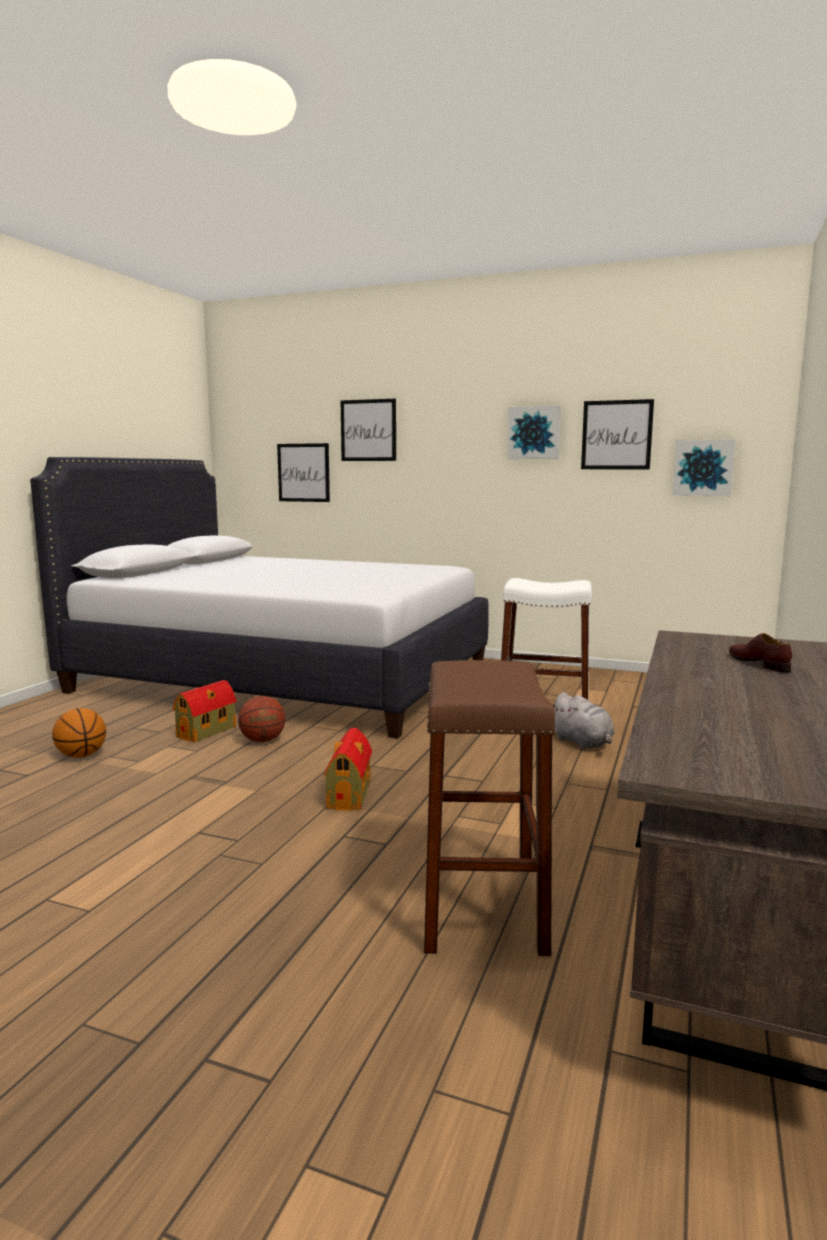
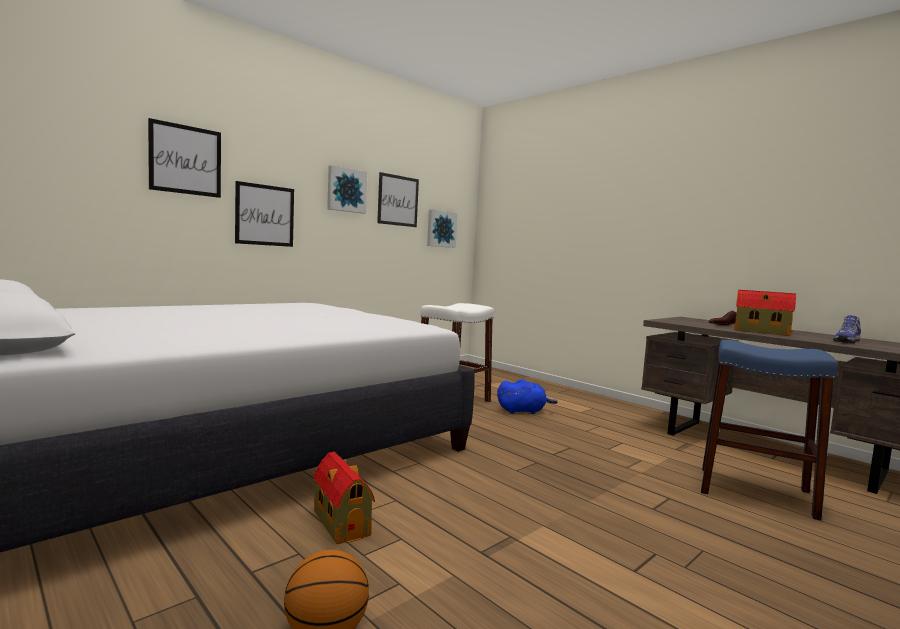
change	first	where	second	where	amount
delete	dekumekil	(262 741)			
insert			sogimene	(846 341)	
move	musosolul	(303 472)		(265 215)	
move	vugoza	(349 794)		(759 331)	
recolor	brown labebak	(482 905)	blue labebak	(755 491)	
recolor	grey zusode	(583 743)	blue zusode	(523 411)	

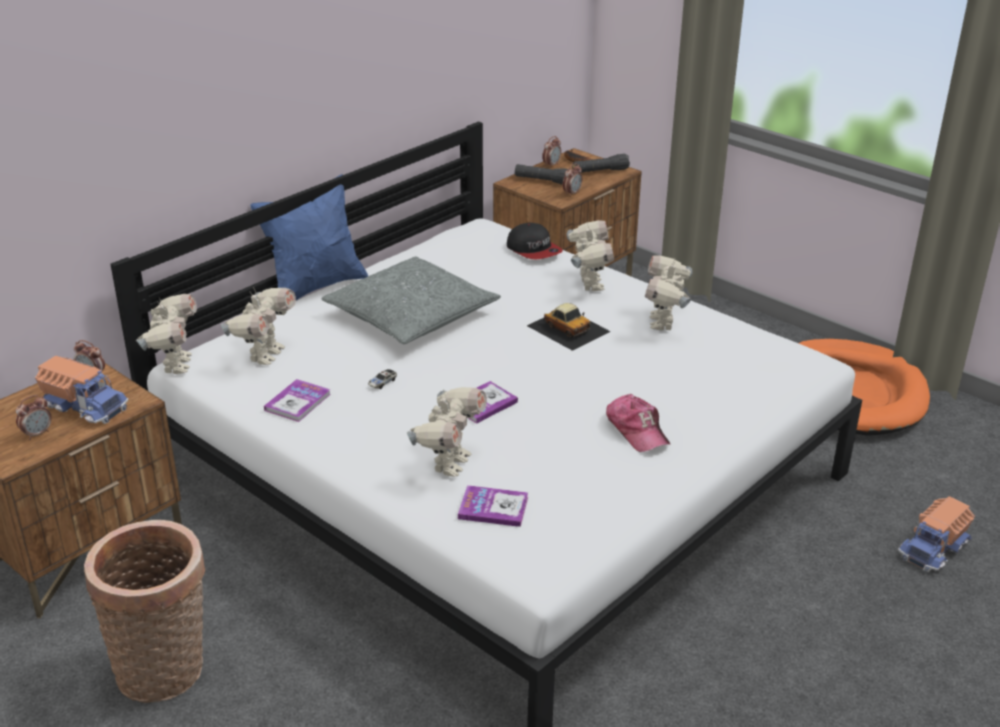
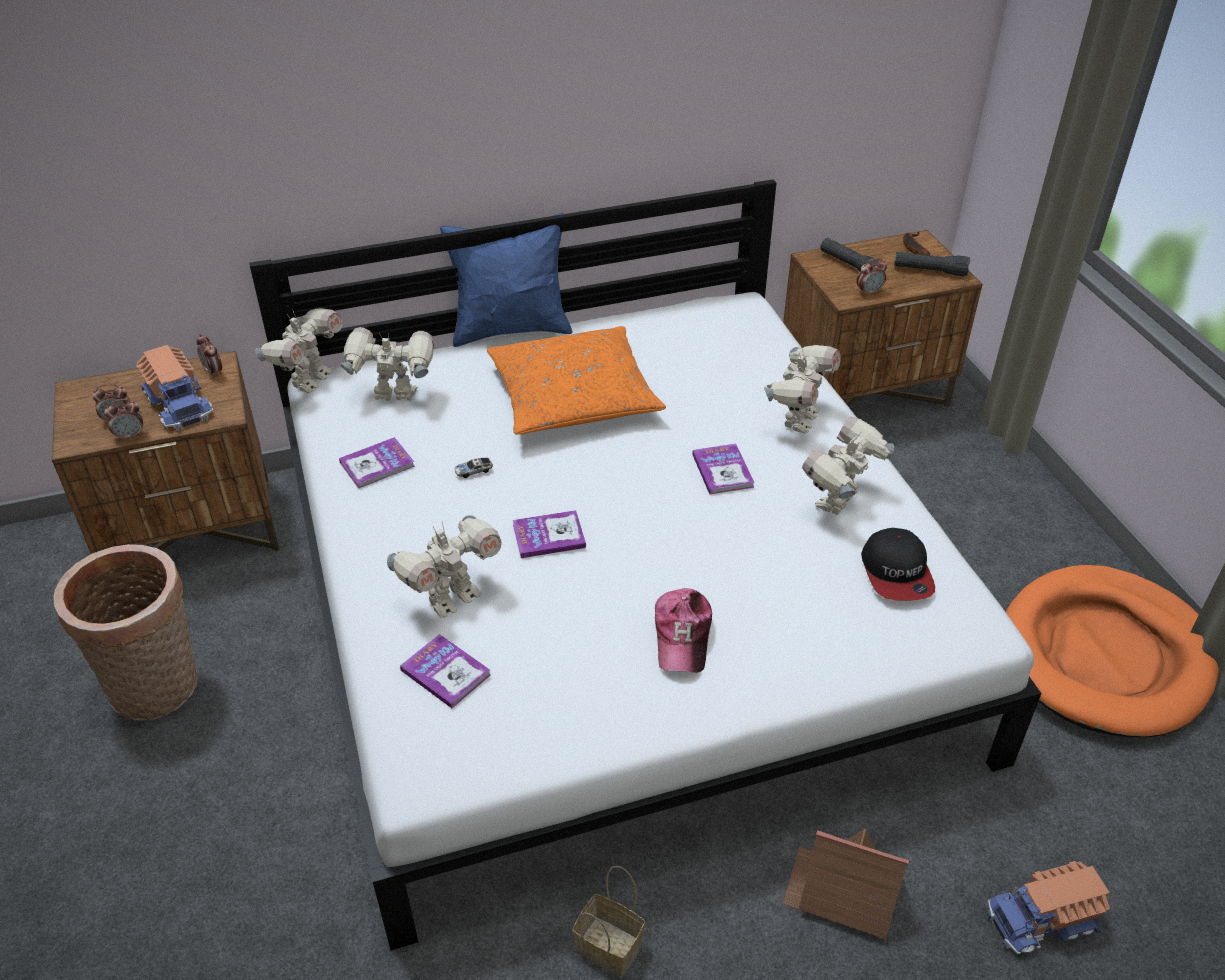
change	first	where	second	where	amount
insert			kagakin	(606 946)	
insert			vugoza	(842 892)	
move	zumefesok	(534 250)		(897 573)	
move	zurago	(551 165)		(130 436)	
replace	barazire	(568 328)	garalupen	(722 470)	
recolor	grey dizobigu	(411 315)	orange dizobigu	(573 396)	
rotate	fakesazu	(264 355)		(395 397)	135 degrees counterclockwise

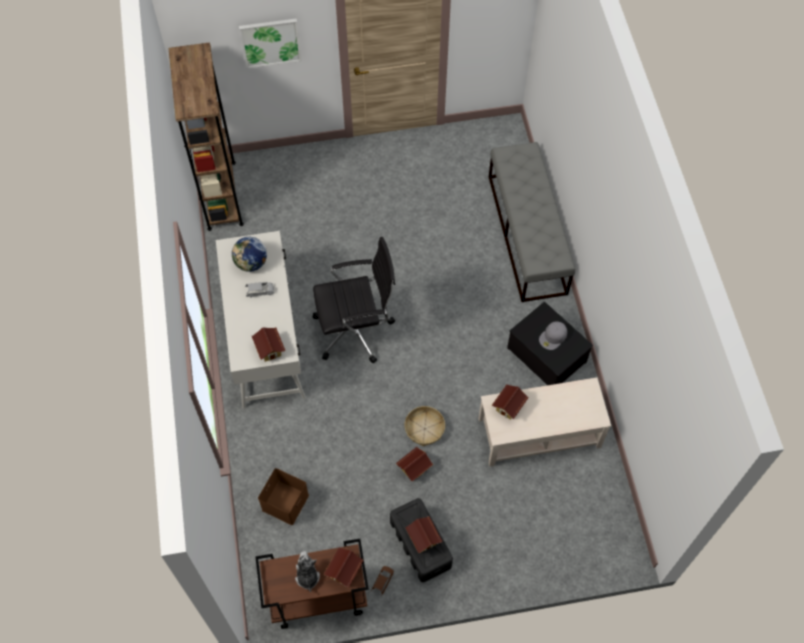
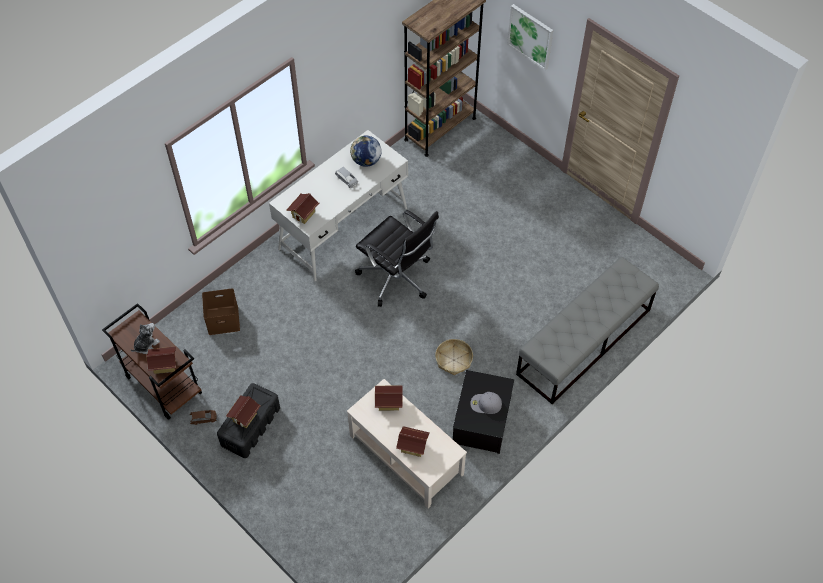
change	first	where	second	where	amount
move	vugoza	(414 469)		(412 446)	
move	kagakin	(424 429)		(453 360)	

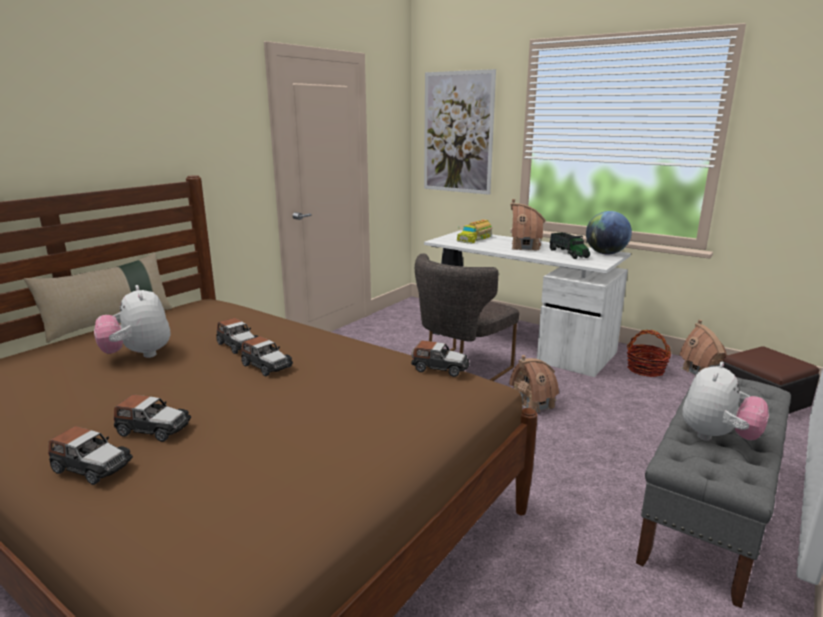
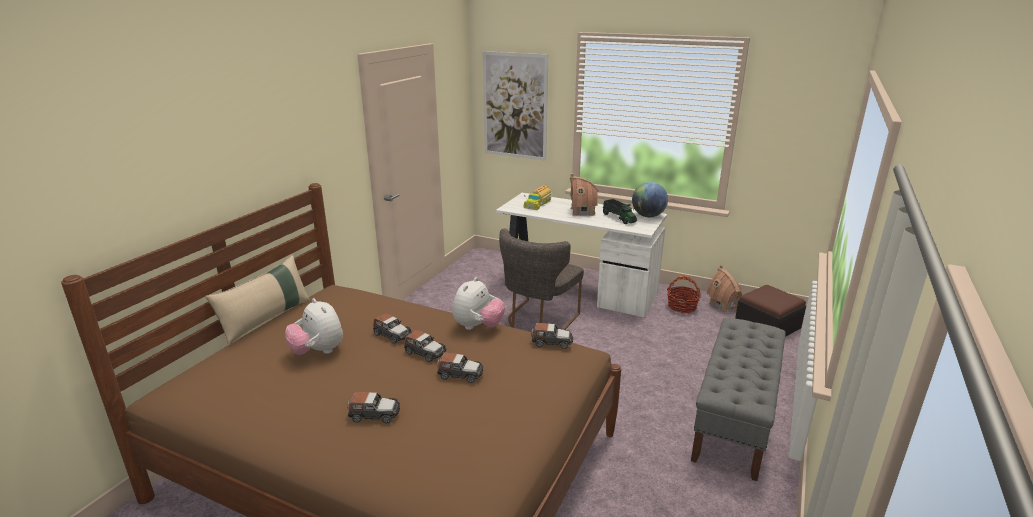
change	first	where	second	where	amount
delete	vugoza	(533 404)			
move	barazire	(92 467)		(460 374)	
move	zusode	(717 437)		(478 327)	

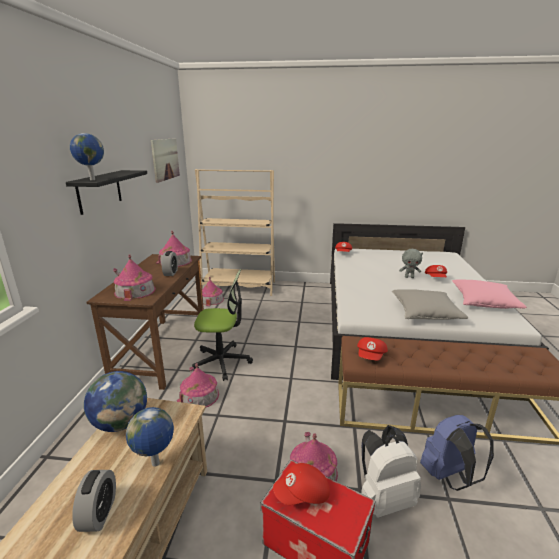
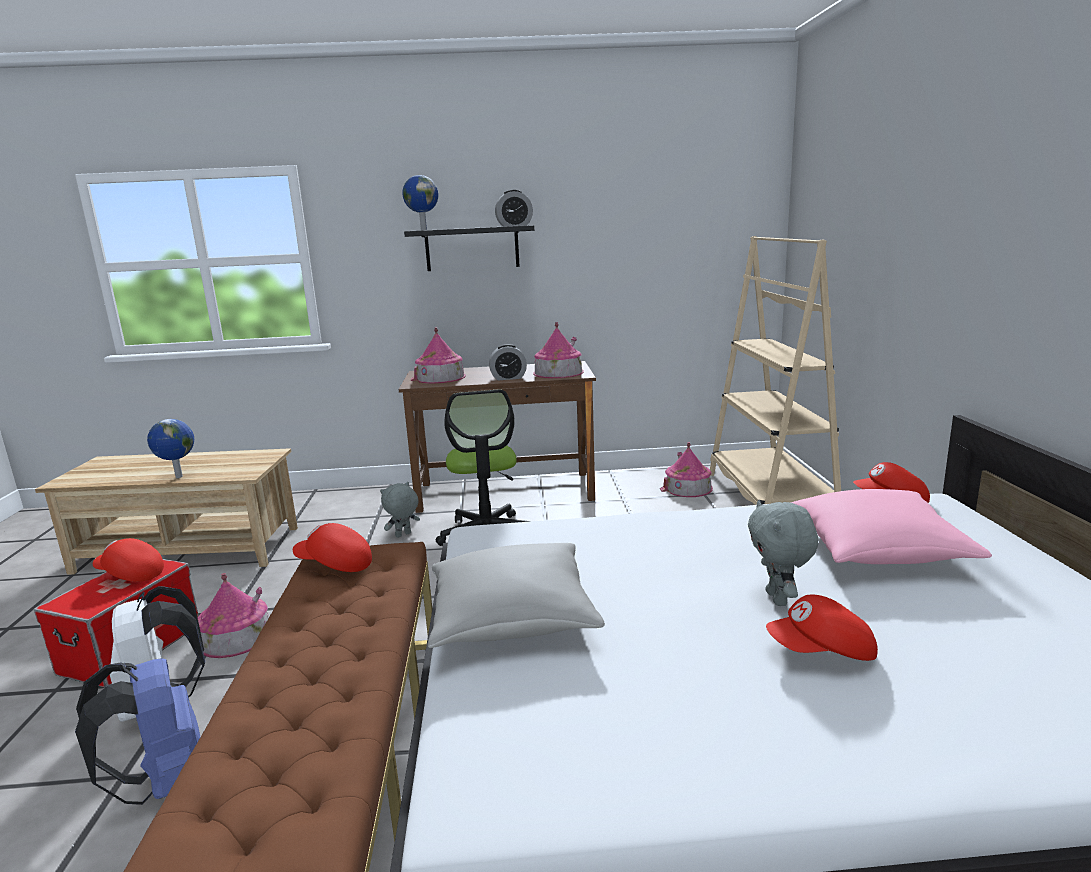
change	first	where	second	where	amount
delete	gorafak	(121 423)			
delete	musosolul	(165 159)			
move	zurago	(99 513)		(514 225)	
move	pink dizobigu	(484 302)		(877 549)	
replace	vugoza	(199 395)	grey zusode	(403 535)	
rotate	red zumefesok	(302 495)		(130 575)	45 degrees counterclockwise

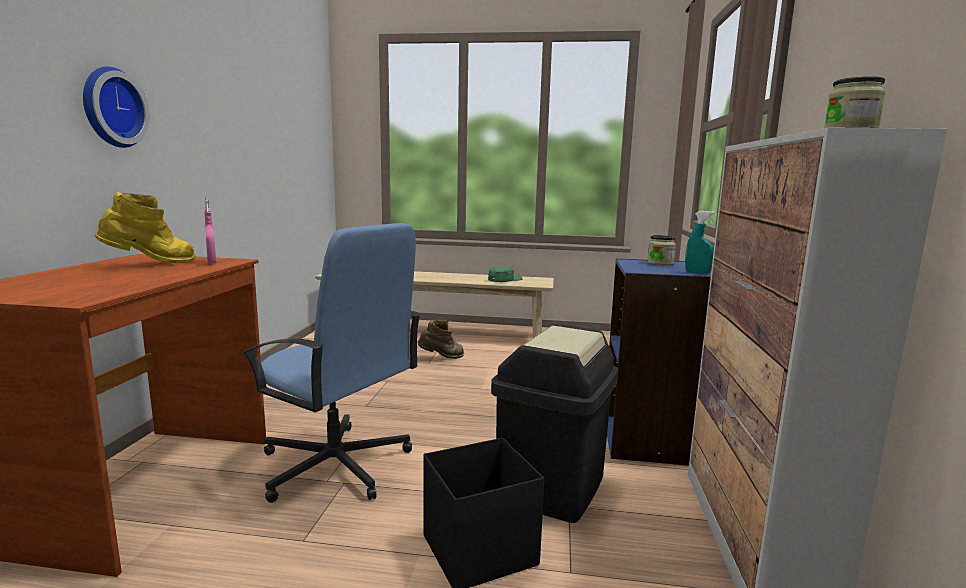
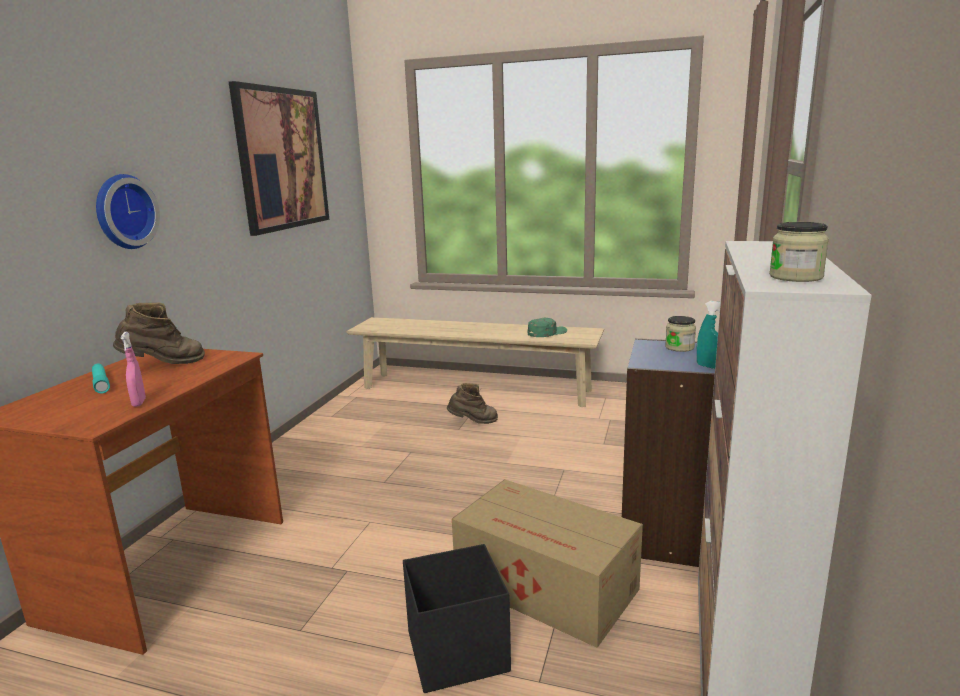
change	first	where	second	where	amount
delete	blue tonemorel	(336 466)			
insert			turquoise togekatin	(101 383)	
insert			musosolul	(282 159)	
move	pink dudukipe	(212 262)		(139 403)	
replace	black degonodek	(551 488)	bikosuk	(547 587)	
recolor	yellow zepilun	(151 264)	brown zepilun	(164 365)	

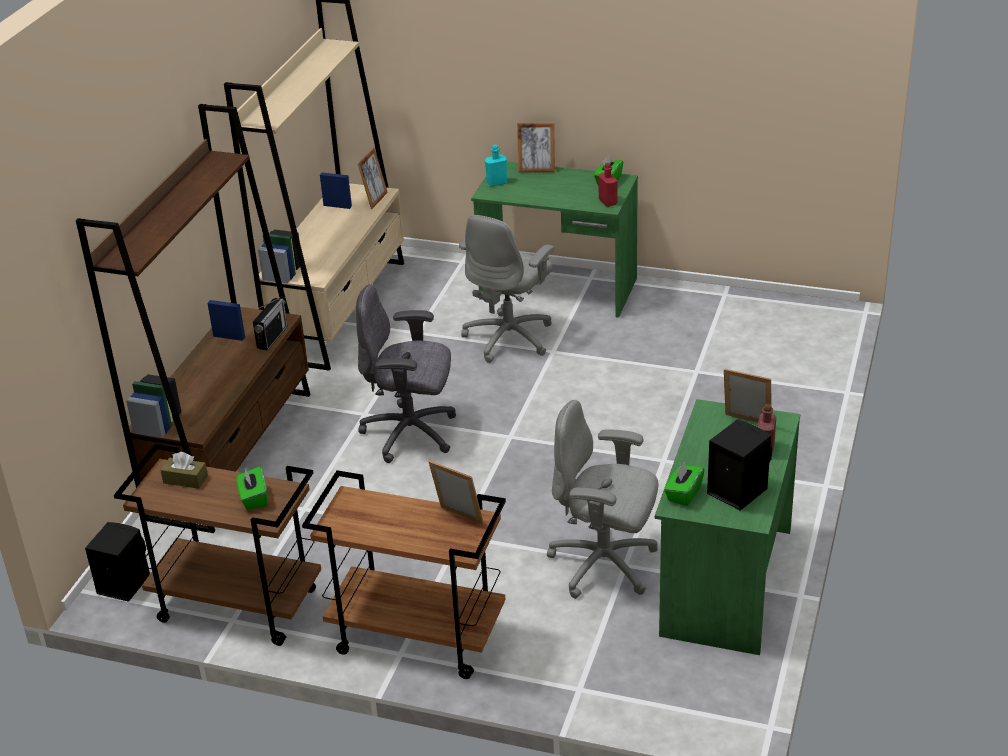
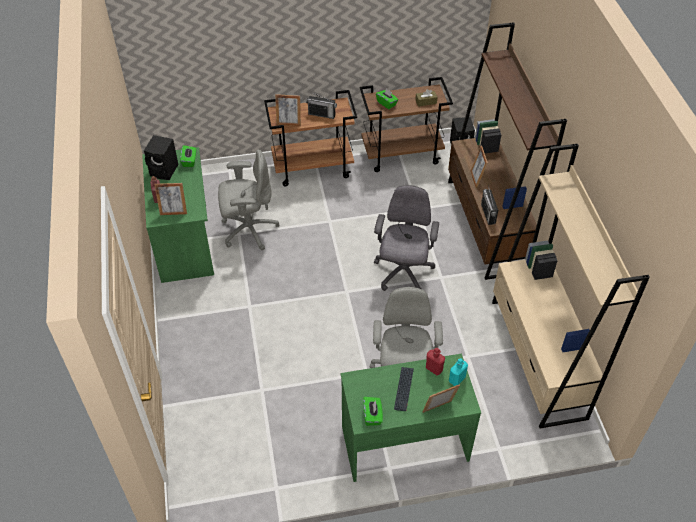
change	first	where	second	where	amount
insert			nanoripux	(322 114)	
insert			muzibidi	(403 389)	
move	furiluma	(375 200)		(476 179)	
move	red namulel	(608 202)		(434 369)	
rotate	grey tonemorel	(411 434)		(403 273)	60 degrees counterclockwise

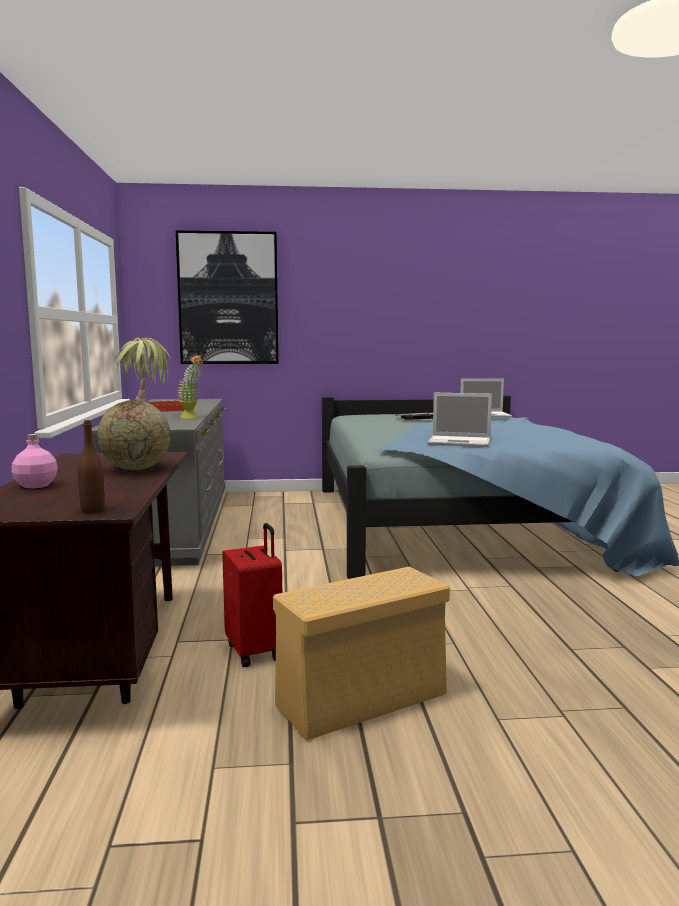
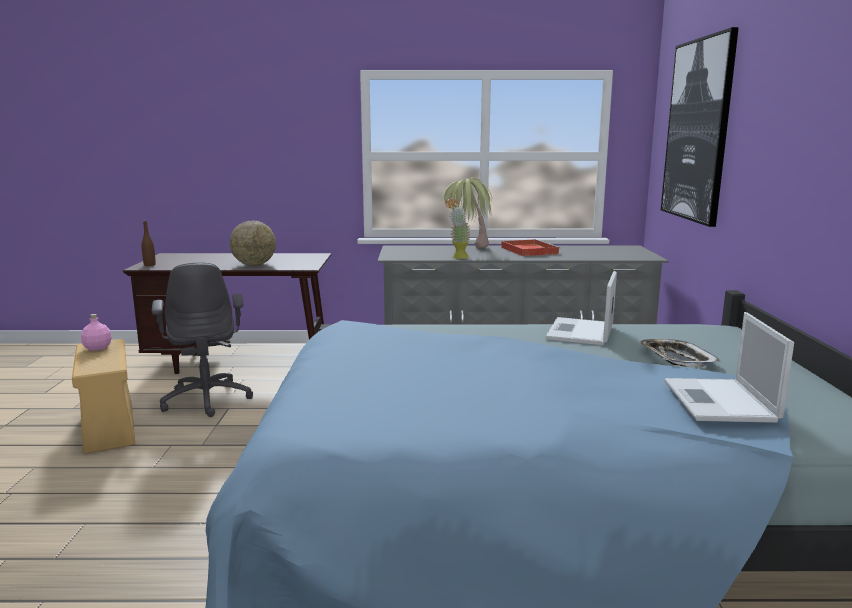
change	first	where	second	where	amount
move	pink namulel	(36 486)		(97 348)	
move	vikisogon	(460 442)		(580 332)	
replace	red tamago	(255 651)	grey tonemorel	(207 399)	

